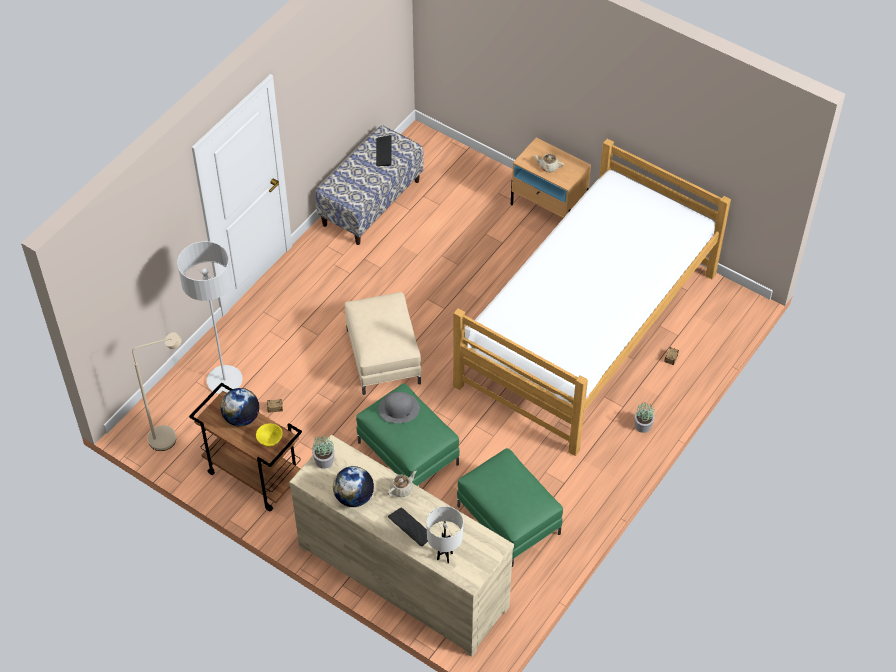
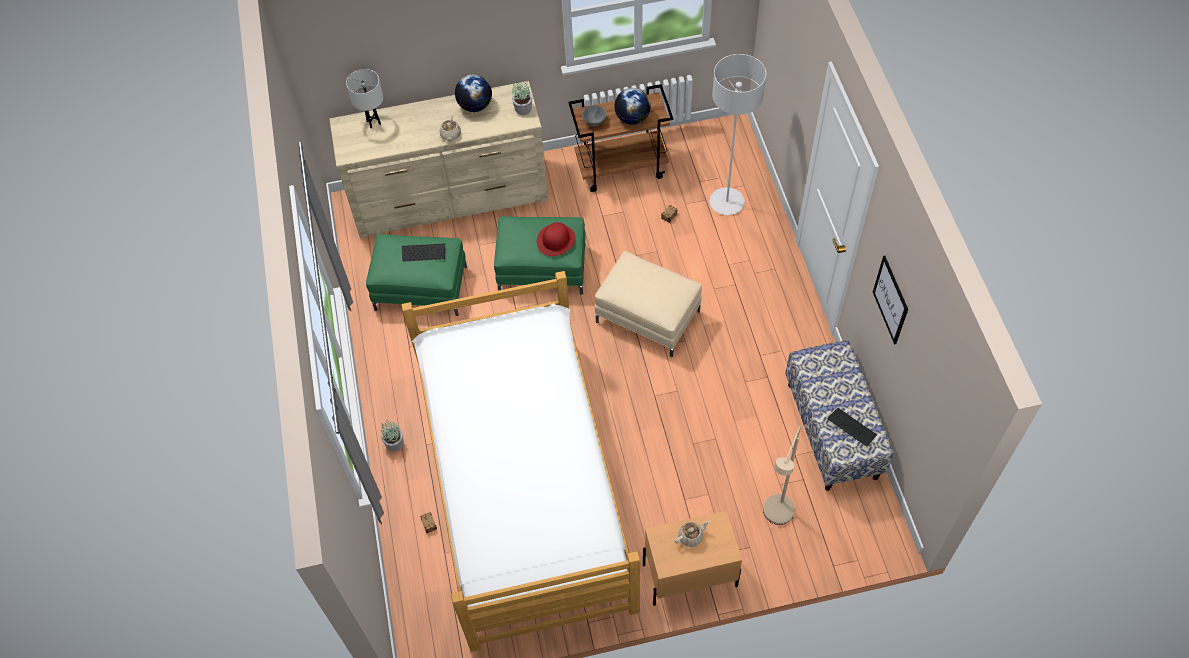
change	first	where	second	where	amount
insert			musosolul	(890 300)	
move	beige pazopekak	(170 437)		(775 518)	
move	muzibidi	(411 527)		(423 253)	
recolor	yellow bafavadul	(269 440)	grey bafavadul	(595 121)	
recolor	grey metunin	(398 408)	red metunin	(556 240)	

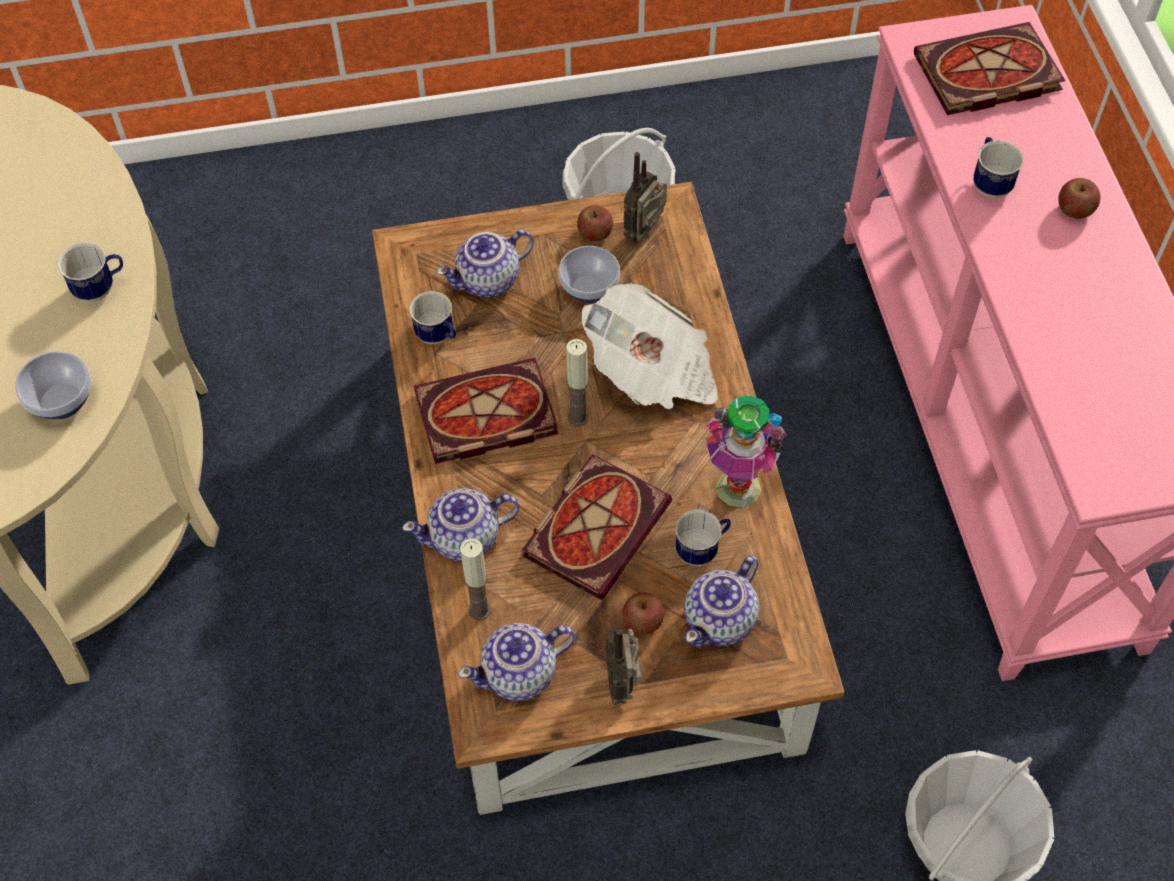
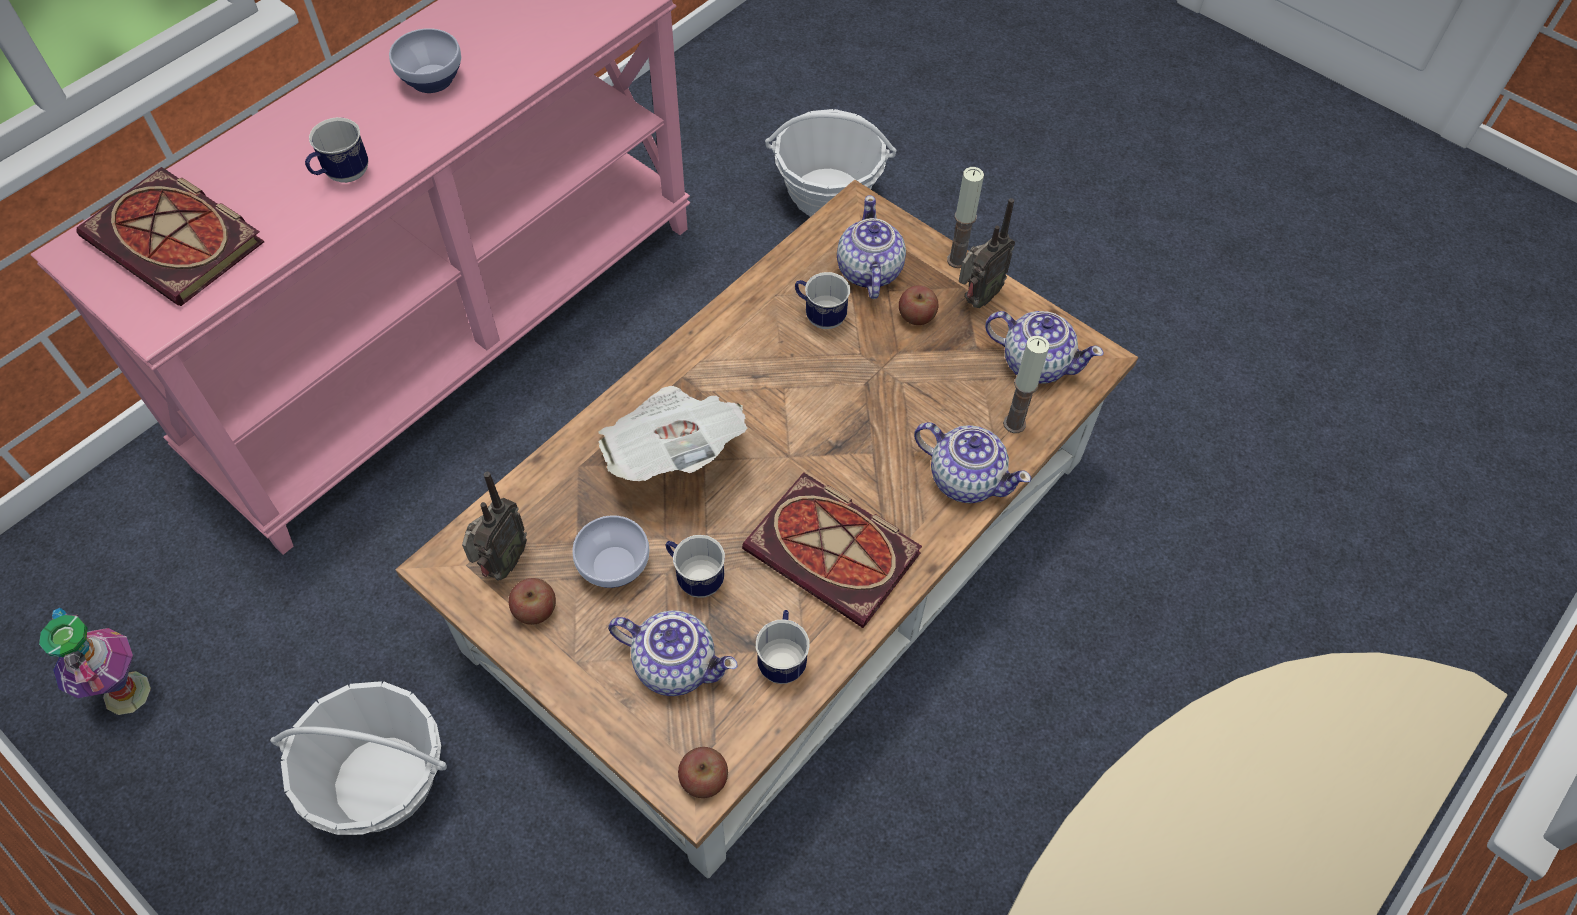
change	first	where	second	where	amount
delete	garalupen	(596 525)			
move	bafavadul	(60 403)		(434 80)	
move	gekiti	(101 289)		(695 578)	
move	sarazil	(578 417)		(957 260)	
move	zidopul	(738 487)		(125 693)	
move	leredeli	(1075 209)		(704 779)	
rotate	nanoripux	(645 233)		(501 564)	60 degrees counterclockwise
rotate	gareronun	(721 620)		(868 271)	90 degrees counterclockwise

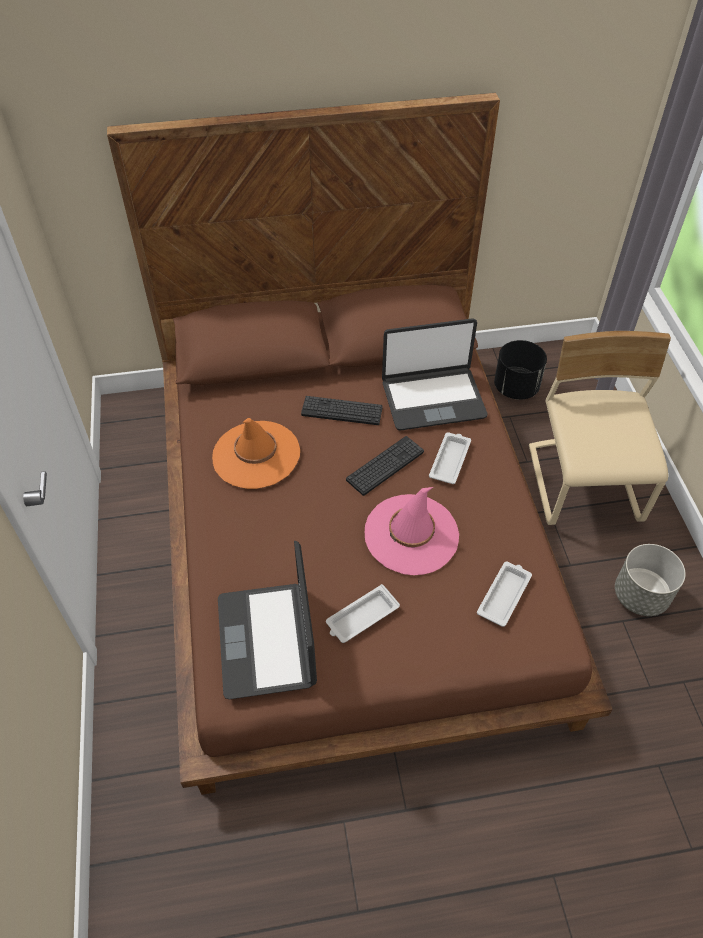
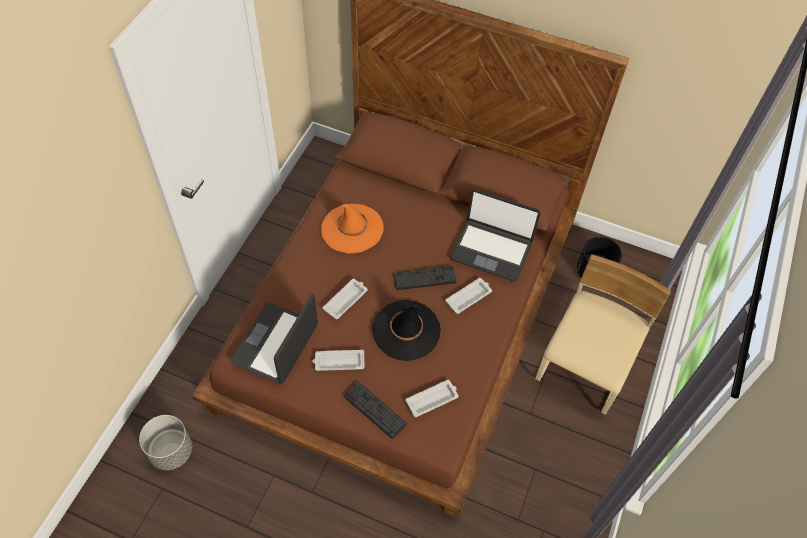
change	first	where	second	where	amount
insert			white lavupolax	(346 300)	
move	muzibidi	(342 411)		(374 410)	
move	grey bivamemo	(640 595)		(171 451)	
recolor	pink metunin	(411 534)	black metunin	(406 330)	

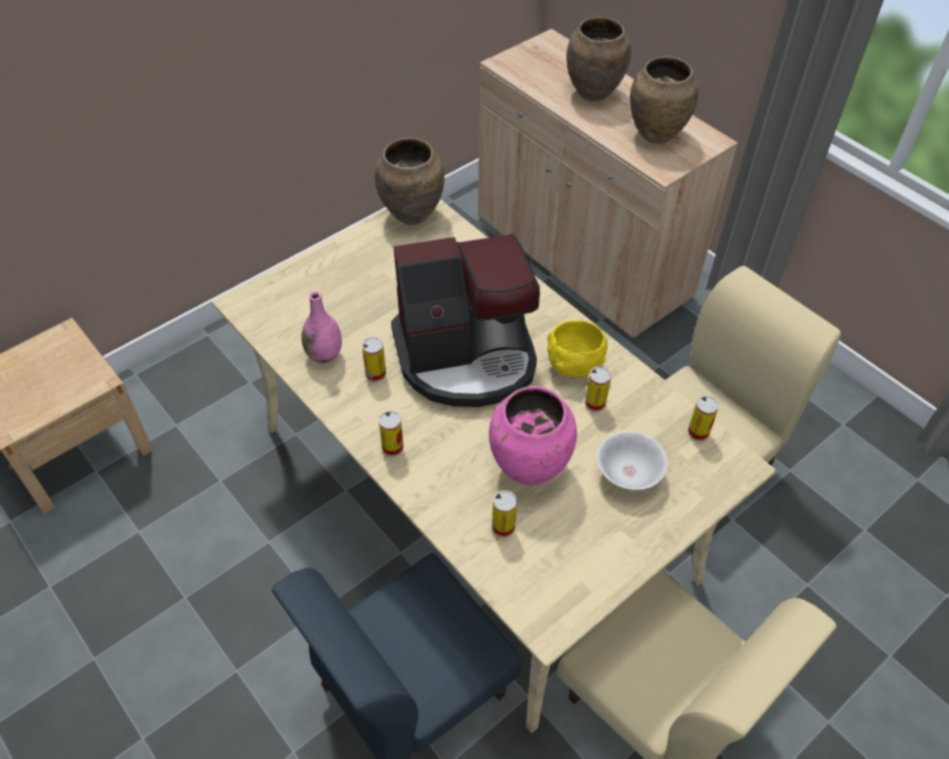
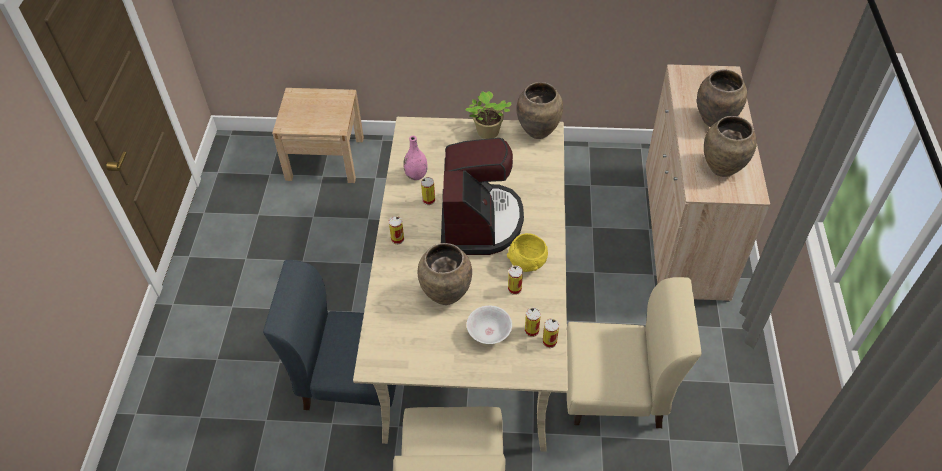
change	first	where	second	where	amount
insert			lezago	(487 133)	
move	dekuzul	(503 527)		(531 330)	
recolor	pink zidopul	(529 469)	brown zidopul	(445 294)	
rotate	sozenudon	(467 357)		(479 222)	120 degrees counterclockwise

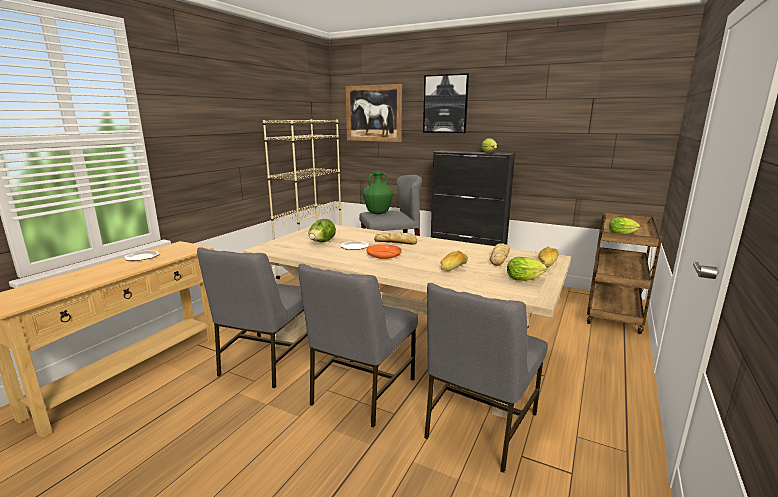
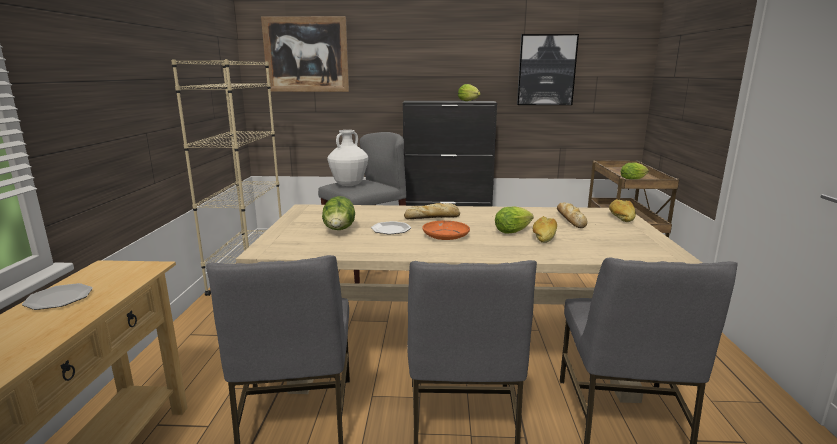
change	first	where	second	where	amount
move	musosolul	(445 104)		(546 70)	
move	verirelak	(525 279)		(514 231)	
recolor	green zidopul	(378 213)	white zidopul	(349 185)	

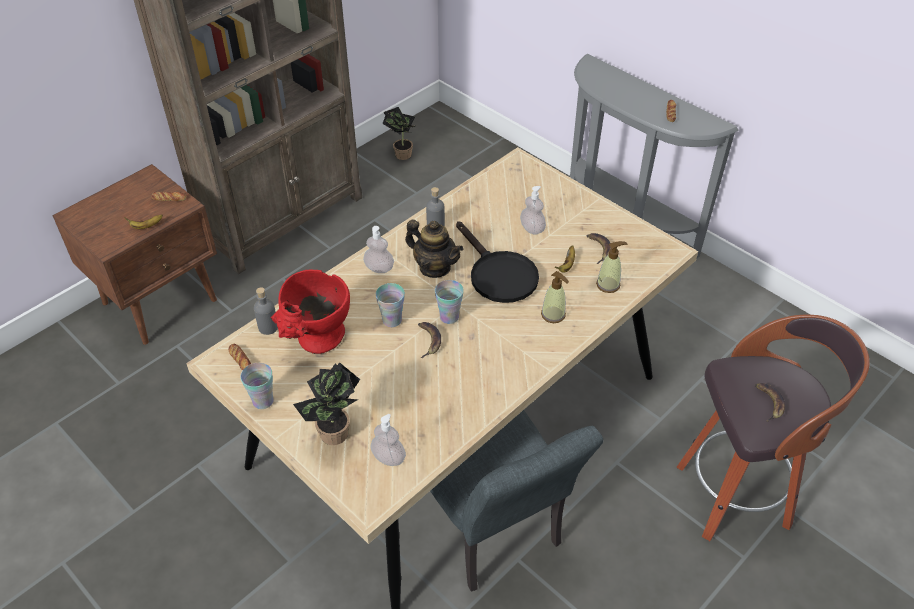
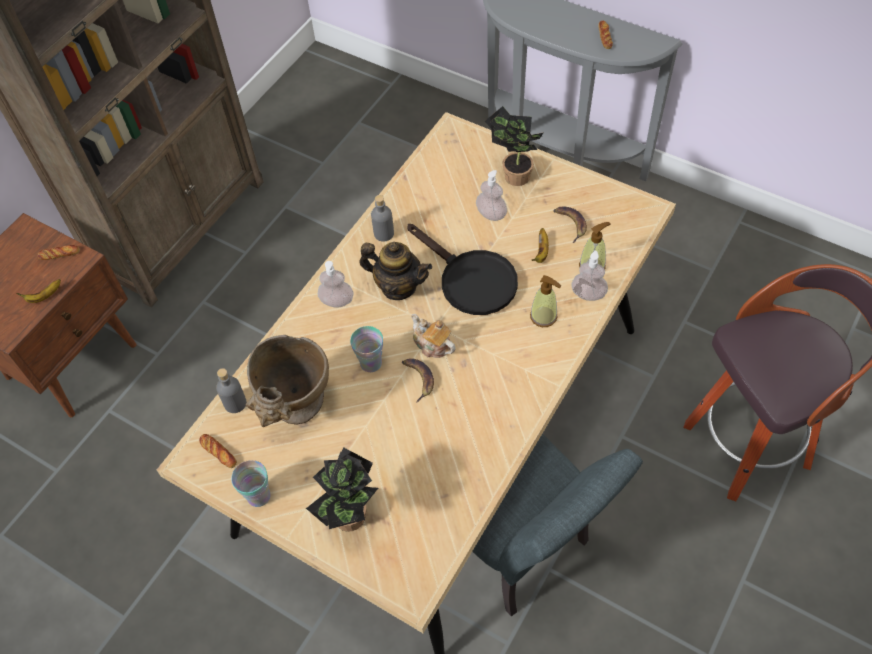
change	first	where	second	where	amount
delete	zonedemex	(768 402)			
move	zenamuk	(388 458)		(588 294)	
move	lezago	(401 153)		(513 175)	
replace	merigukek	(449 317)	gareronun	(432 345)	
recolor	red zidopul	(317 342)	beige zidopul	(296 409)	

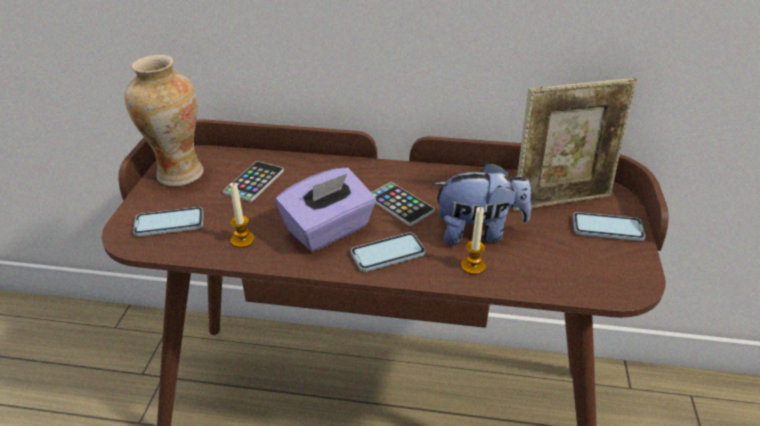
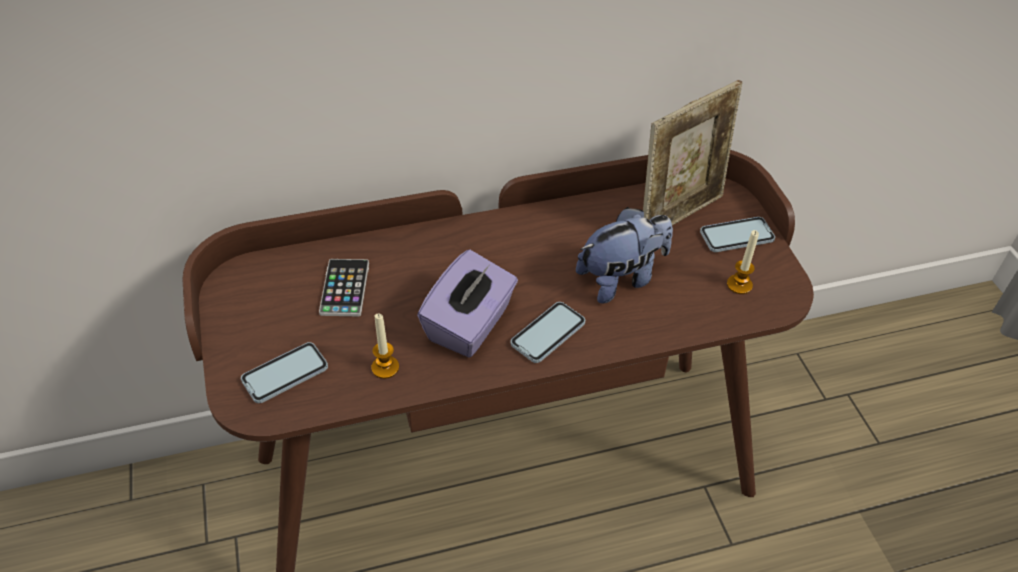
change	first	where	second	where	amount
delete	zidopul	(178 174)			
delete	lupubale	(400 204)			
move	sarazil	(473 266)		(739 285)	

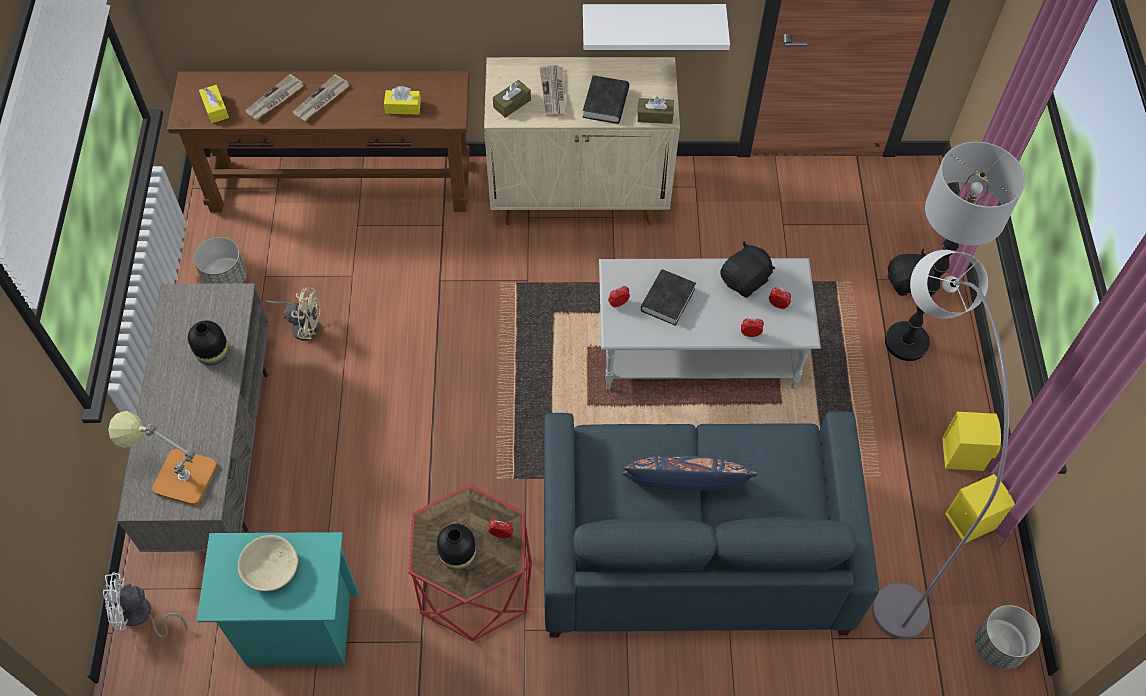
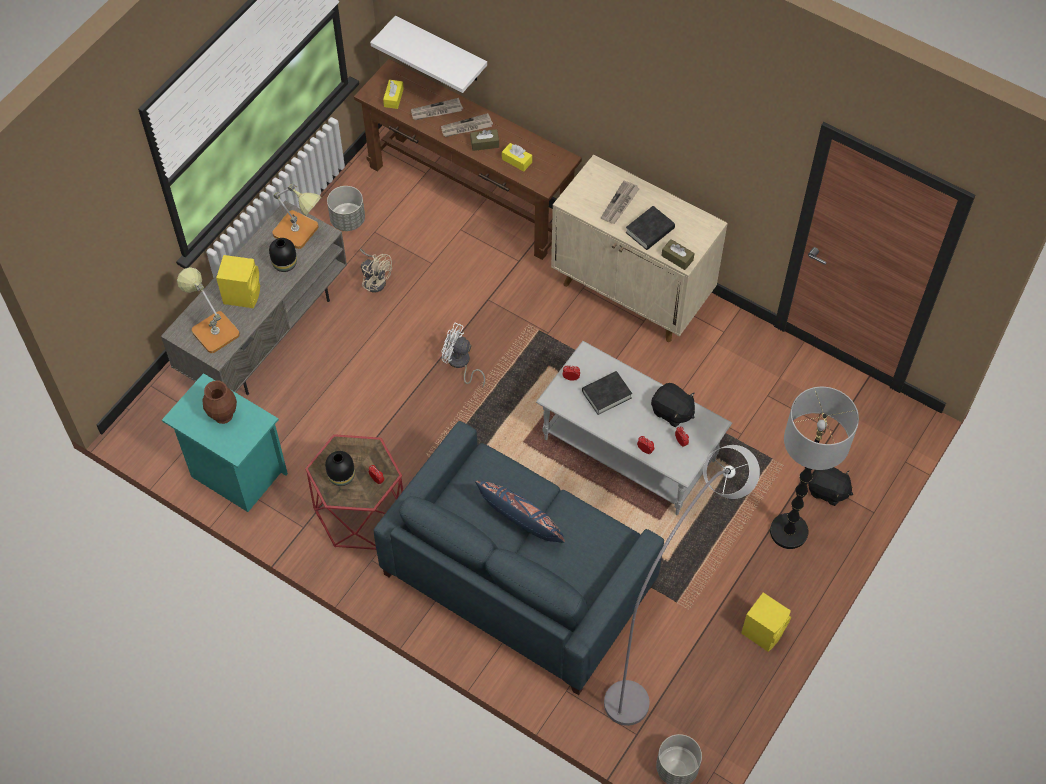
change	first	where	second	where	amount
insert			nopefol	(300 232)	
move	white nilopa	(141 616)		(460 363)	
move	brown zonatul	(512 103)		(484 143)	
move	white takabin	(653 20)		(441 50)	
move	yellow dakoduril	(970 519)		(242 294)	
replace	beige bafavadul	(271 569)	brown zidopul	(222 415)	
rotate	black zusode	(745 280)		(672 412)	45 degrees clockwise

